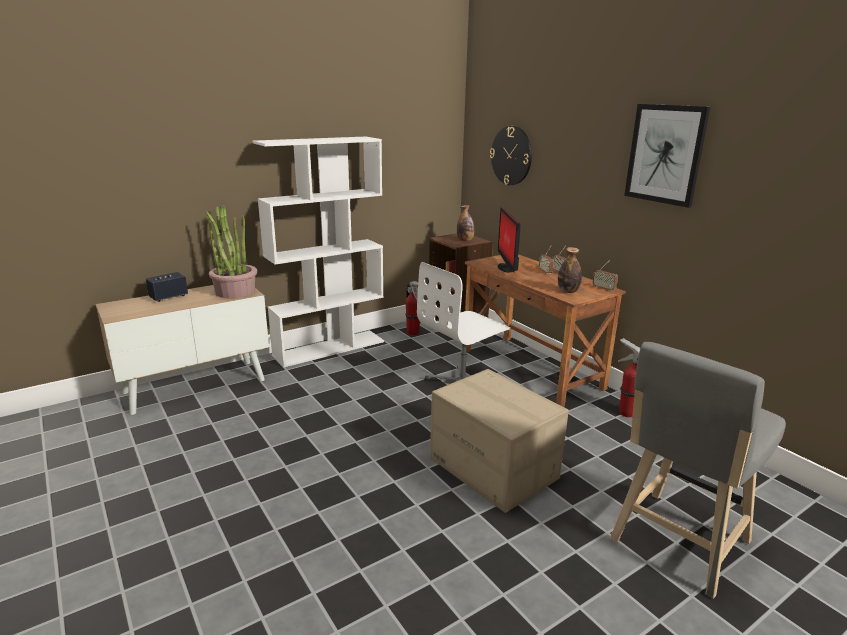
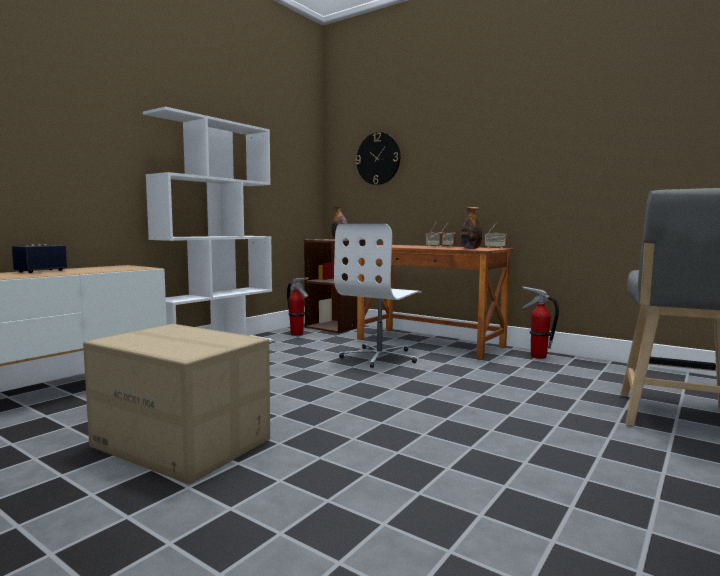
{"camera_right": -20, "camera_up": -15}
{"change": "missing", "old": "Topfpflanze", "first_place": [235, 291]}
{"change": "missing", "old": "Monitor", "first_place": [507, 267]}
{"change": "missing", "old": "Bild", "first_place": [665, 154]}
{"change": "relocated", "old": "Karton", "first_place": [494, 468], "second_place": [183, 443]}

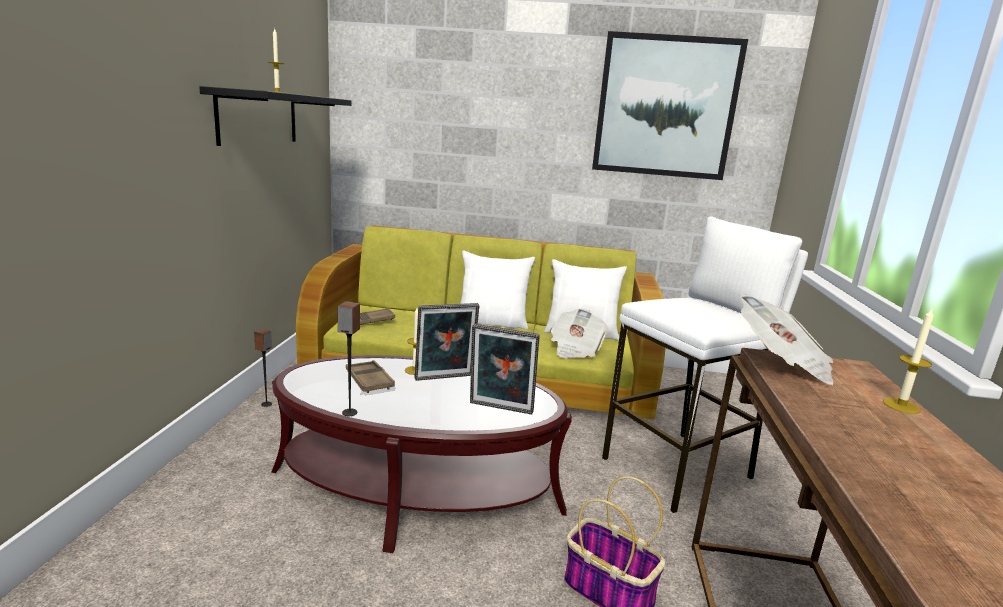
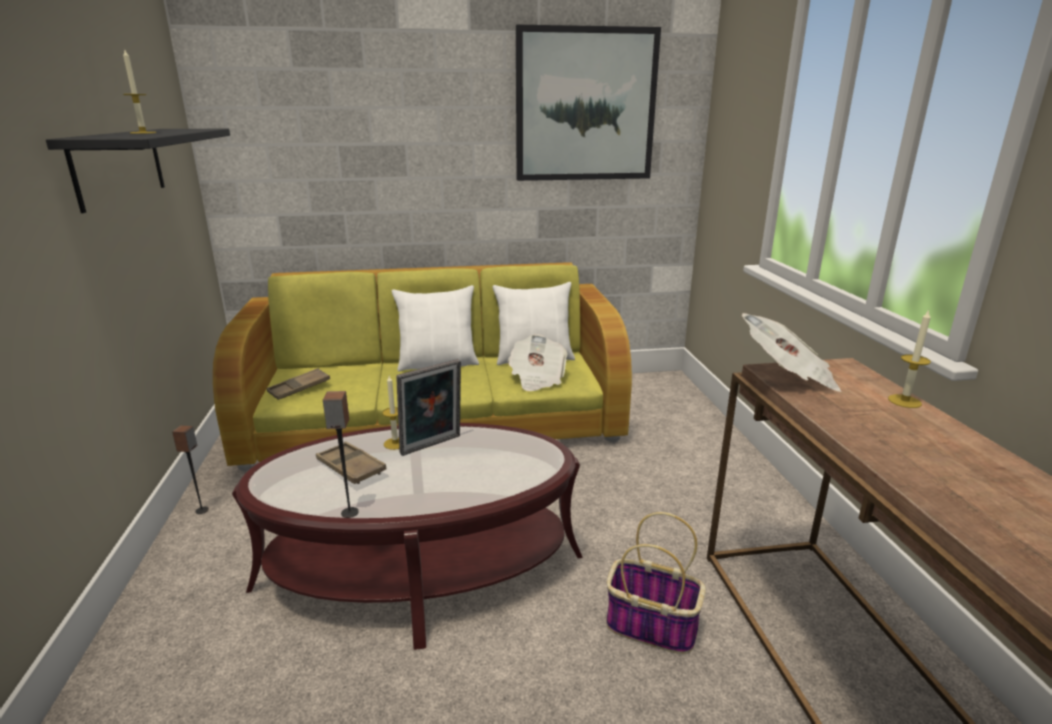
{"camera_right": -15, "camera_up": 5}
{"change": "missing", "old": "Bilderrahmen", "first_place": [500, 409]}
{"change": "missing", "old": "Hocker [weiß]", "first_place": [678, 469]}

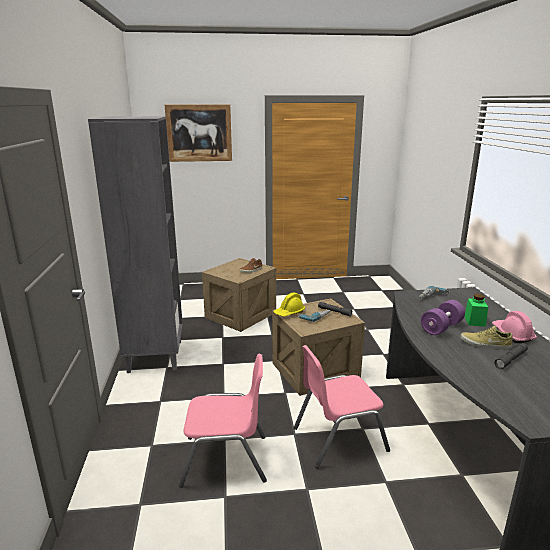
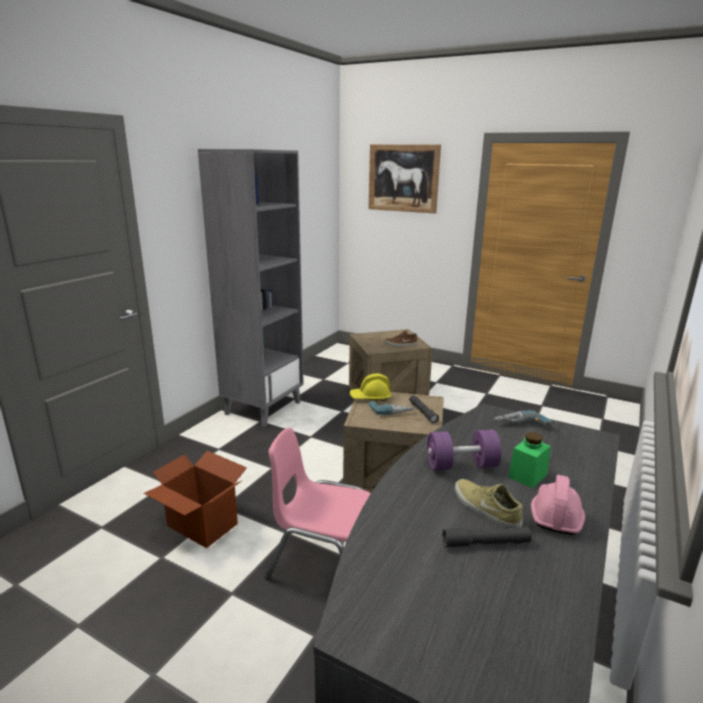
{"camera_right": 35, "camera_up": 0}
{"change": "exchanged", "old": "Stuhl [rosa]", "new": "Karton", "first_place": [225, 460], "second_place": [202, 525]}

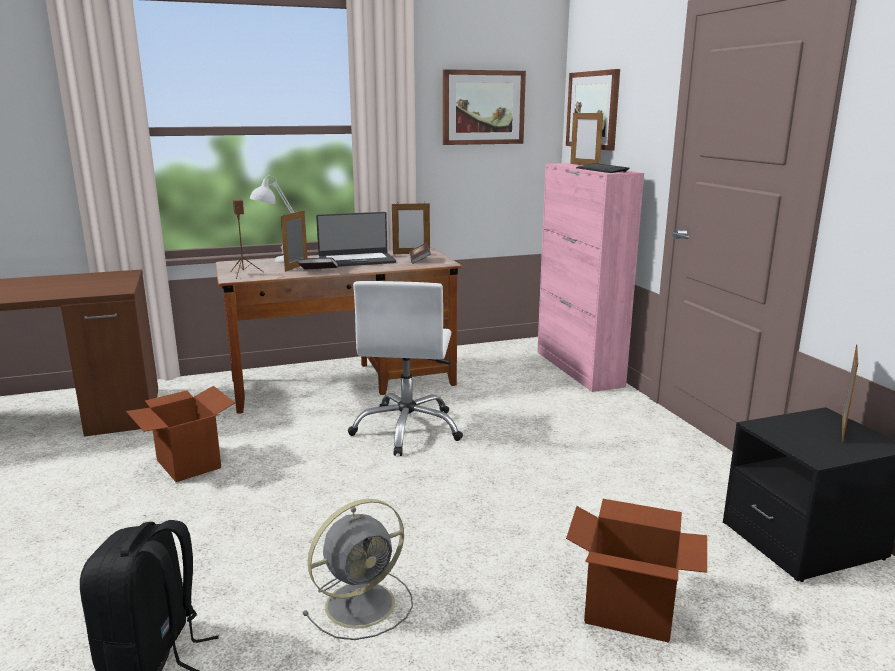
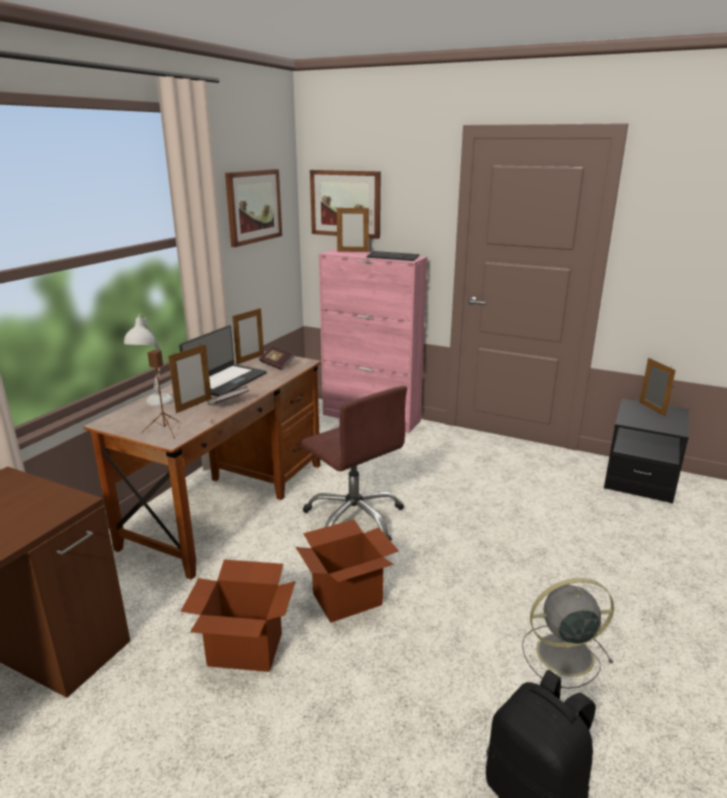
{"camera_right": -45, "camera_up": 5}
{"change": "relocated", "old": "Karton", "first_place": [630, 611], "second_place": [347, 599]}
{"change": "colour", "old": "Bürostuhl [weiß]", "new": "Bürostuhl [braun]", "first_place": [408, 429], "second_place": [354, 518]}
{"change": "spun", "old": "Bilderrahmen", "first_place": [296, 267], "second_place": [194, 405], "degrees": -120}
{"change": "spun", "old": "Ventilator [grau]", "first_place": [363, 603], "second_place": [562, 654], "degrees": -105}

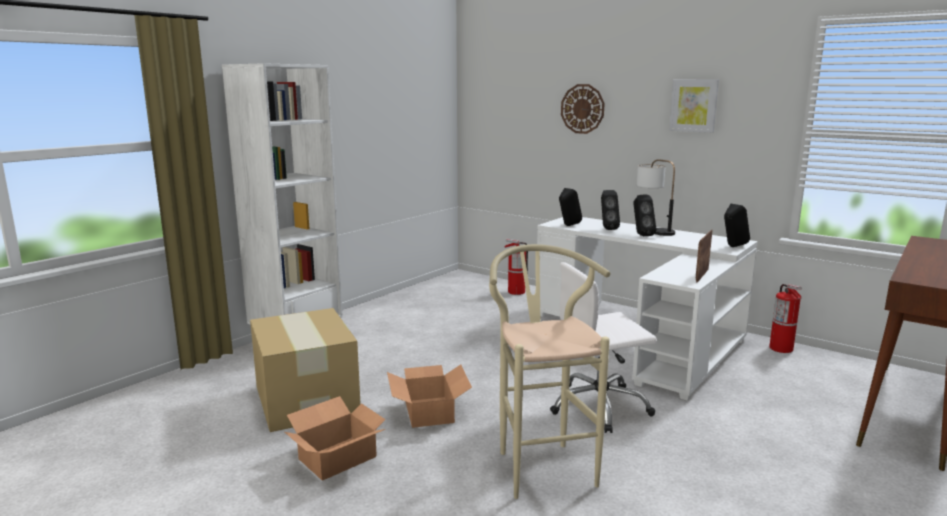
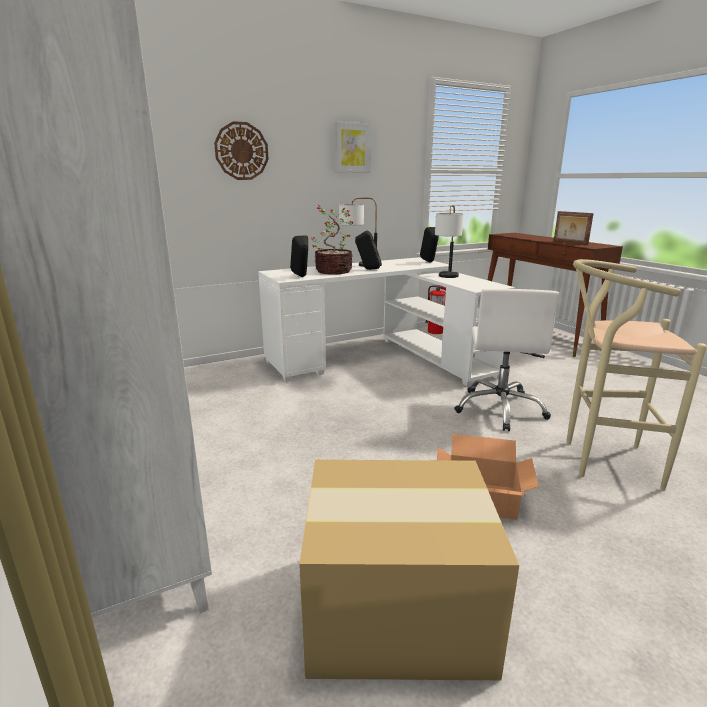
{"camera_right": -65, "camera_up": 5}
{"change": "missing", "old": "Karton", "first_place": [336, 458]}
{"change": "missing", "old": "Feuerlöscher", "first_place": [516, 292]}
{"change": "appeared", "new": "Tischlampe", "second_place": [446, 277]}
{"change": "relocated", "old": "Bilderrahmen", "first_place": [701, 275], "second_place": [569, 243]}
{"change": "exchanged", "old": "Lautsprecher [schwarz]", "new": "Topfpflanze", "first_place": [607, 229], "second_place": [332, 271]}

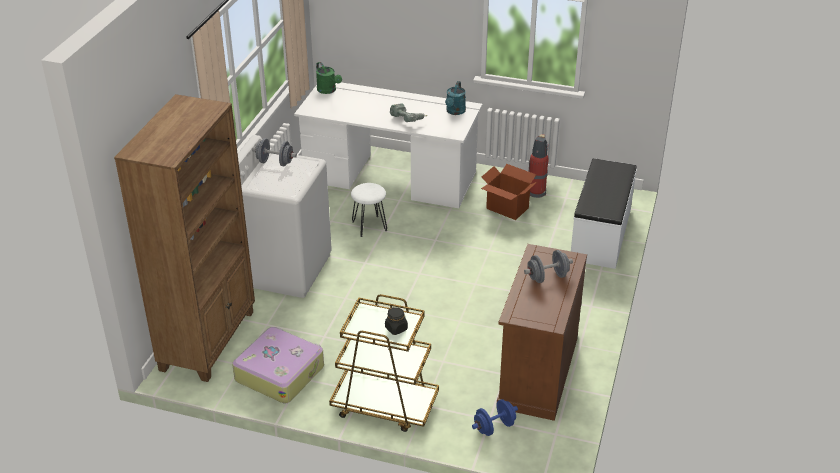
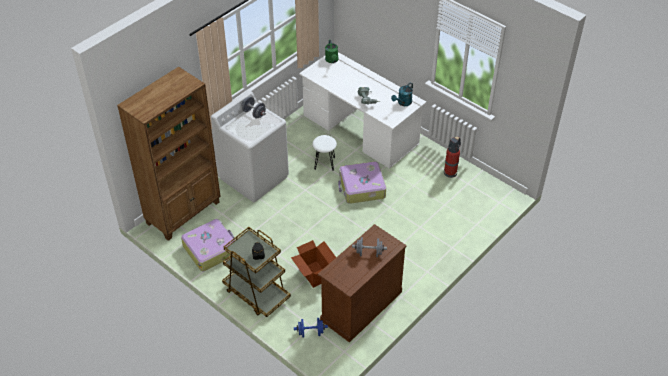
{"camera_right": 25, "camera_up": 10}
{"change": "missing", "old": "Bank [weiß]", "first_place": [601, 234]}
{"change": "appeared", "new": "Koffer", "second_place": [361, 188]}
{"change": "relocated", "old": "Karton", "first_place": [507, 208], "second_place": [314, 274]}

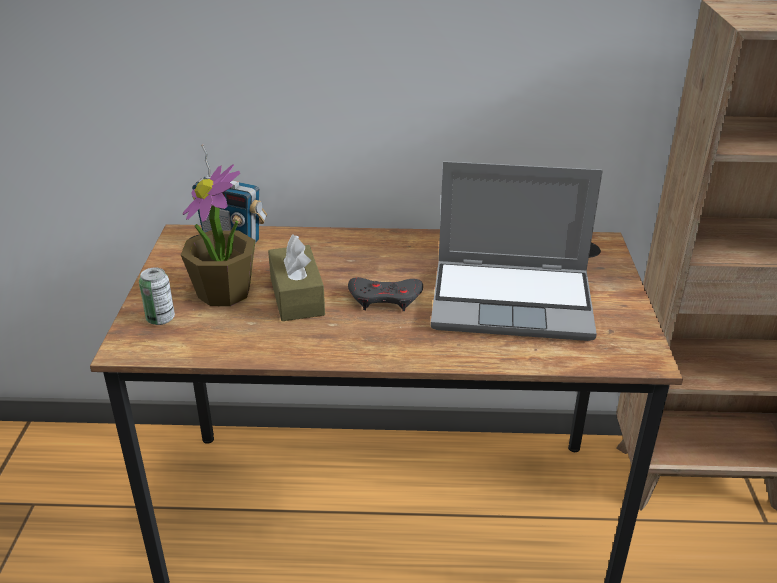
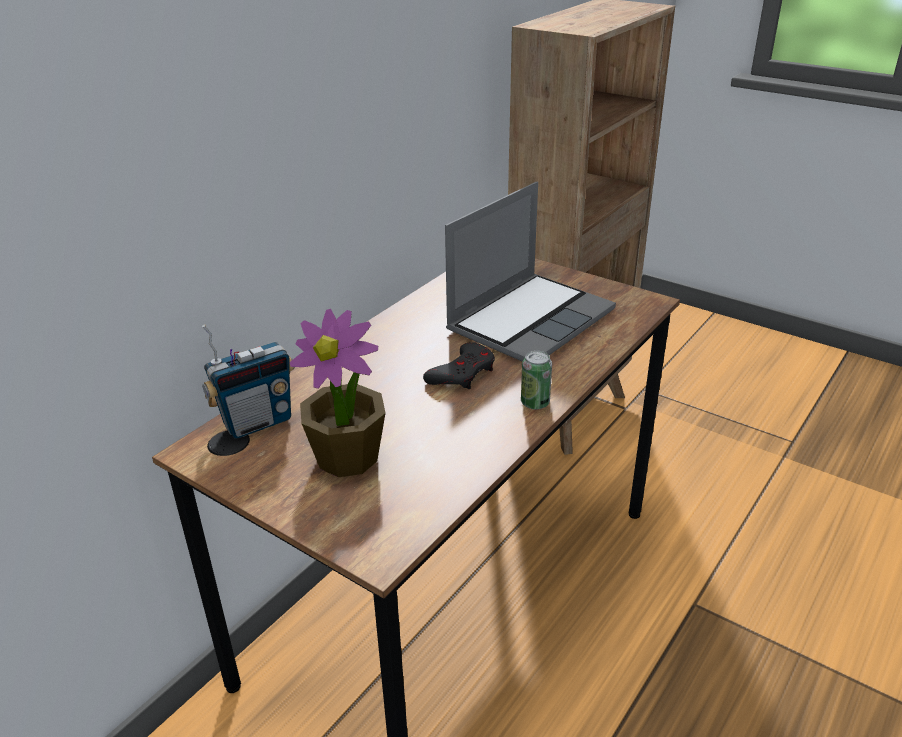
{"camera_right": -55, "camera_up": 0}
{"change": "missing", "old": "Taschentuchbox [braun]", "first_place": [297, 296]}
{"change": "relocated", "old": "Dose", "first_place": [160, 319], "second_place": [535, 403]}

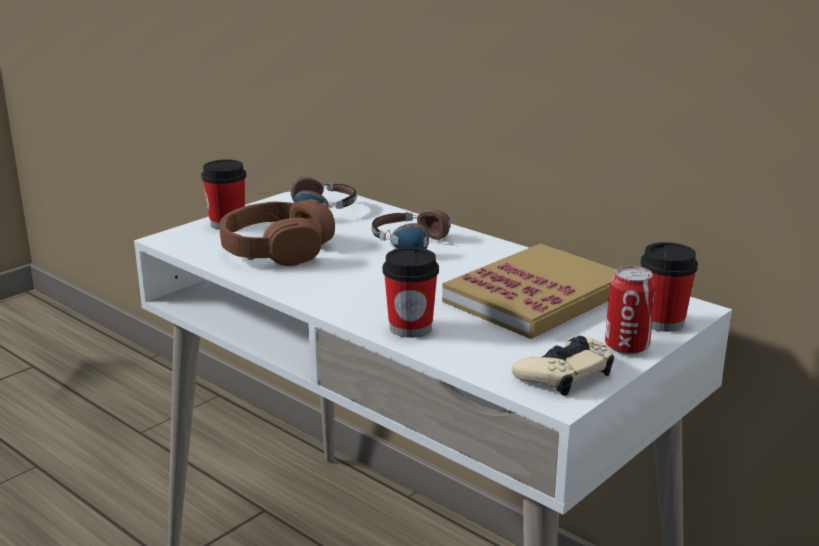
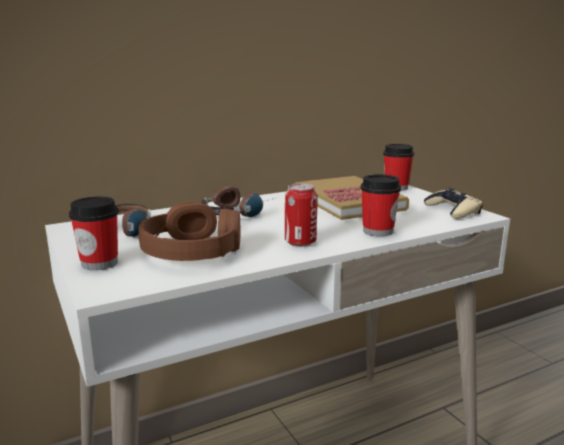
{"camera_right": -70, "camera_up": -5}
{"change": "relocated", "old": "Dose", "first_place": [626, 346], "second_place": [300, 242]}

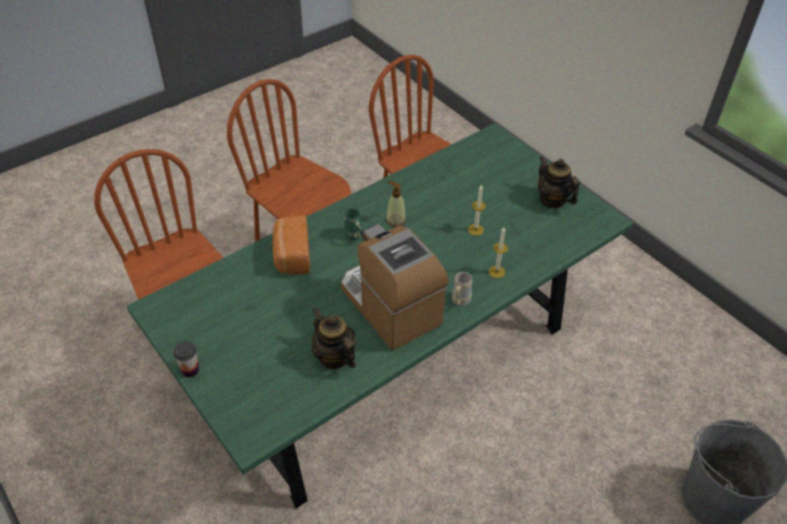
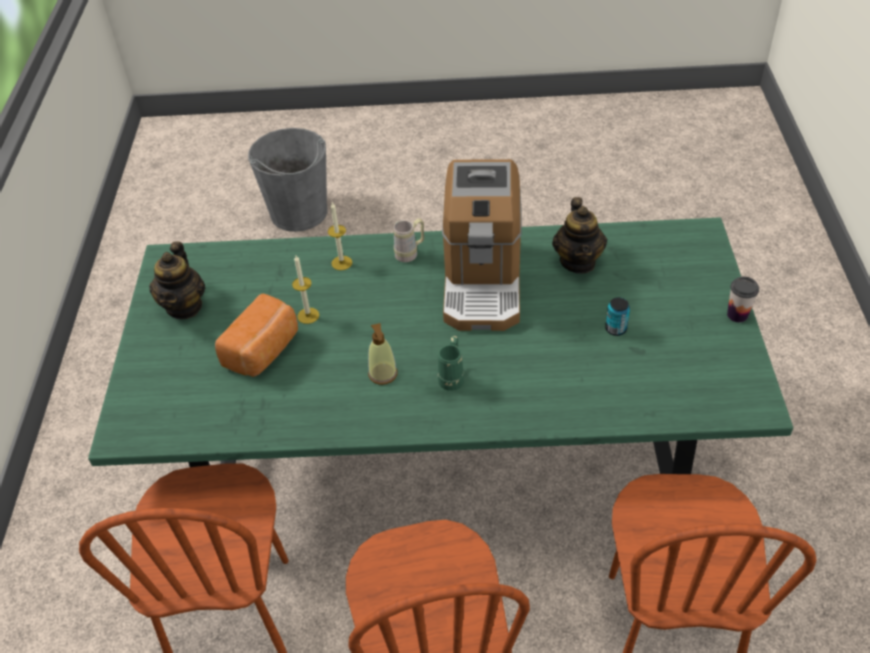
{"camera_right": -140, "camera_up": 0}
{"change": "appeared", "new": "Dose", "second_place": [615, 329]}
{"change": "relocated", "old": "Brot", "first_place": [291, 256], "second_place": [264, 351]}

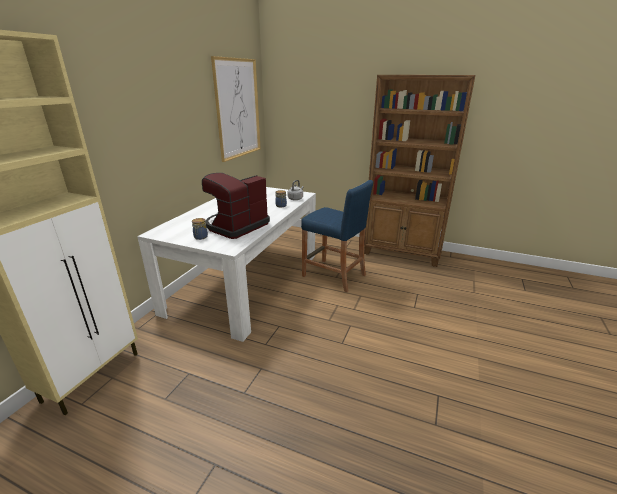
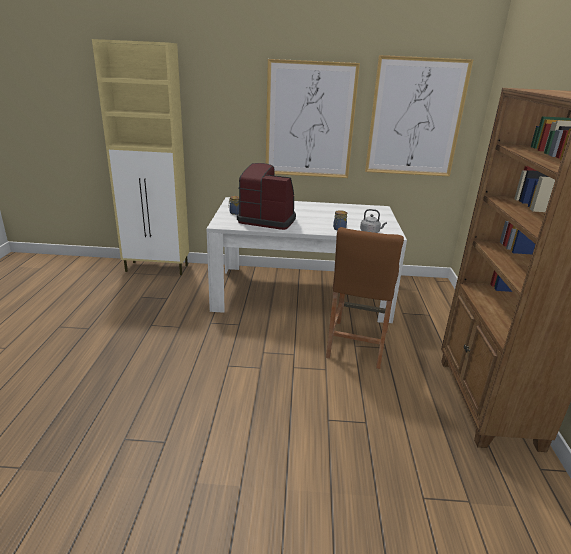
{"camera_right": 70, "camera_up": 0}
{"change": "appeared", "new": "Bild", "second_place": [309, 121]}
{"change": "colour", "old": "Hocker [blau]", "new": "Hocker [braun]", "first_place": [334, 275], "second_place": [357, 343]}

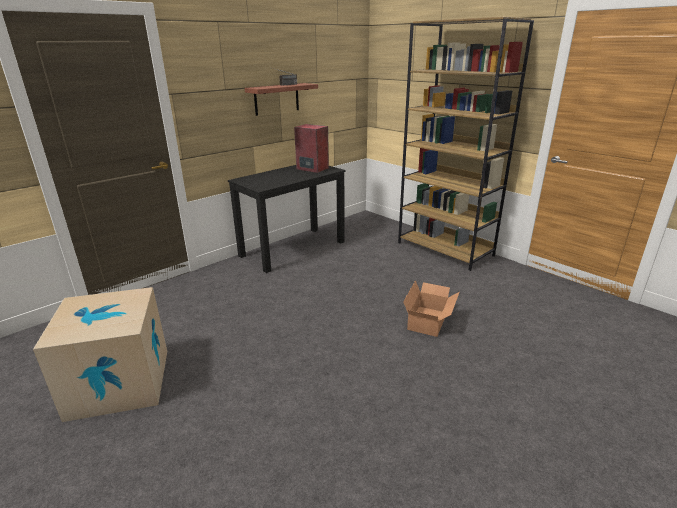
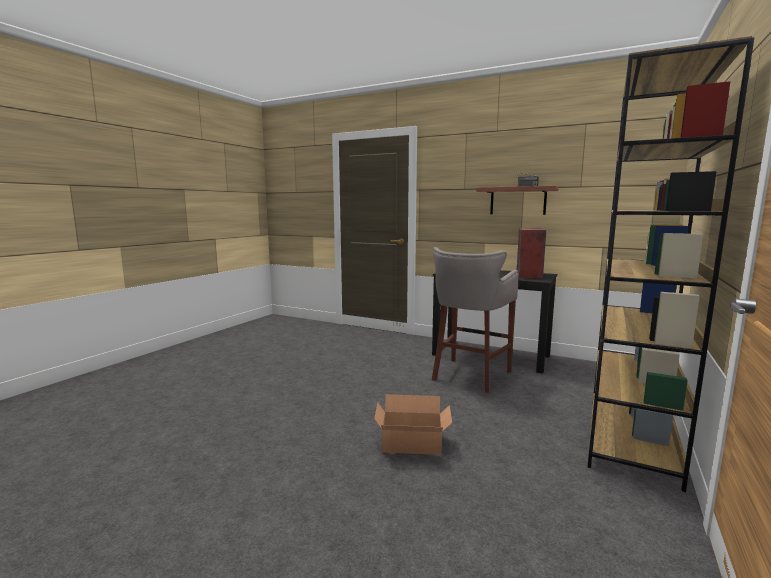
{"camera_right": 70, "camera_up": -15}
{"change": "missing", "old": "Karton", "first_place": [120, 383]}
{"change": "appeared", "new": "Hocker [grau]", "second_place": [469, 376]}

